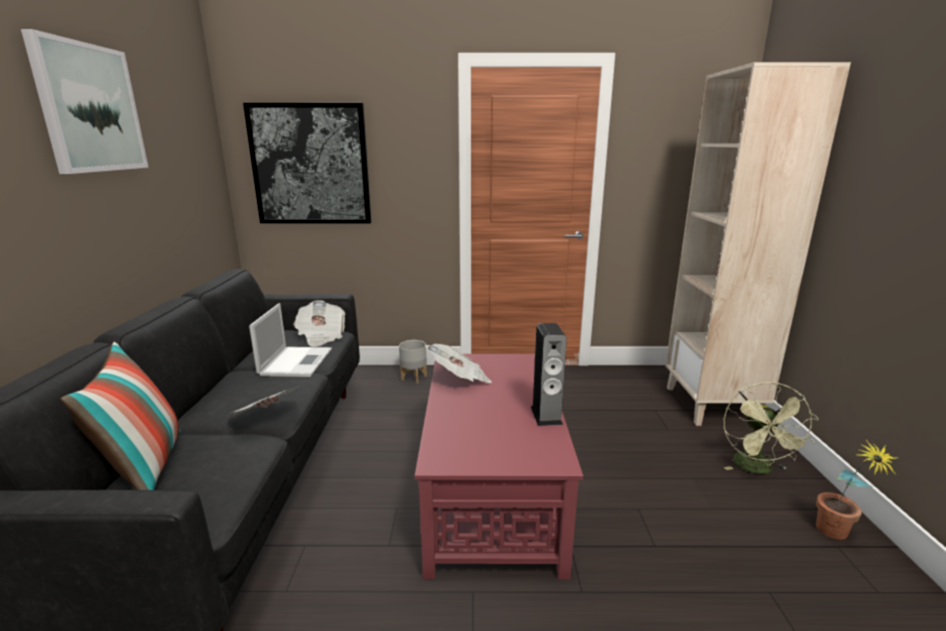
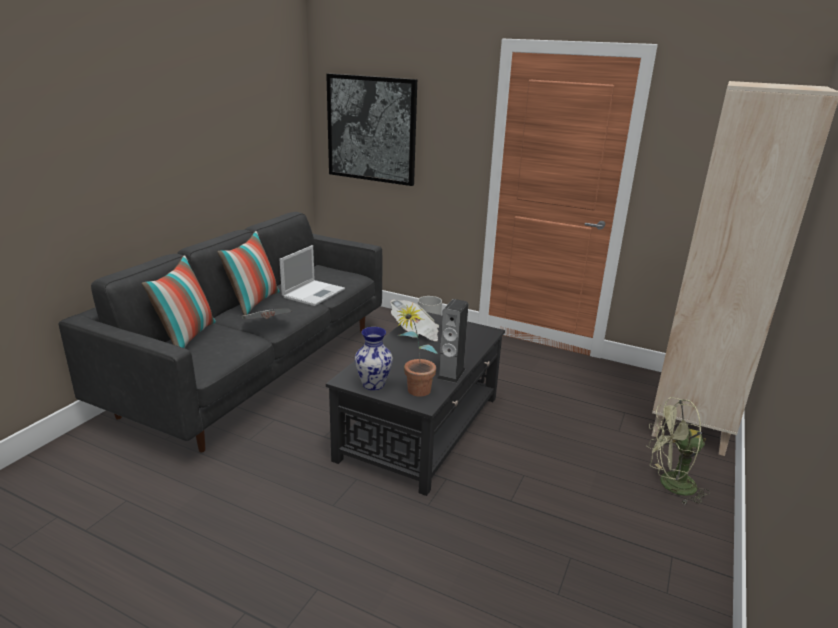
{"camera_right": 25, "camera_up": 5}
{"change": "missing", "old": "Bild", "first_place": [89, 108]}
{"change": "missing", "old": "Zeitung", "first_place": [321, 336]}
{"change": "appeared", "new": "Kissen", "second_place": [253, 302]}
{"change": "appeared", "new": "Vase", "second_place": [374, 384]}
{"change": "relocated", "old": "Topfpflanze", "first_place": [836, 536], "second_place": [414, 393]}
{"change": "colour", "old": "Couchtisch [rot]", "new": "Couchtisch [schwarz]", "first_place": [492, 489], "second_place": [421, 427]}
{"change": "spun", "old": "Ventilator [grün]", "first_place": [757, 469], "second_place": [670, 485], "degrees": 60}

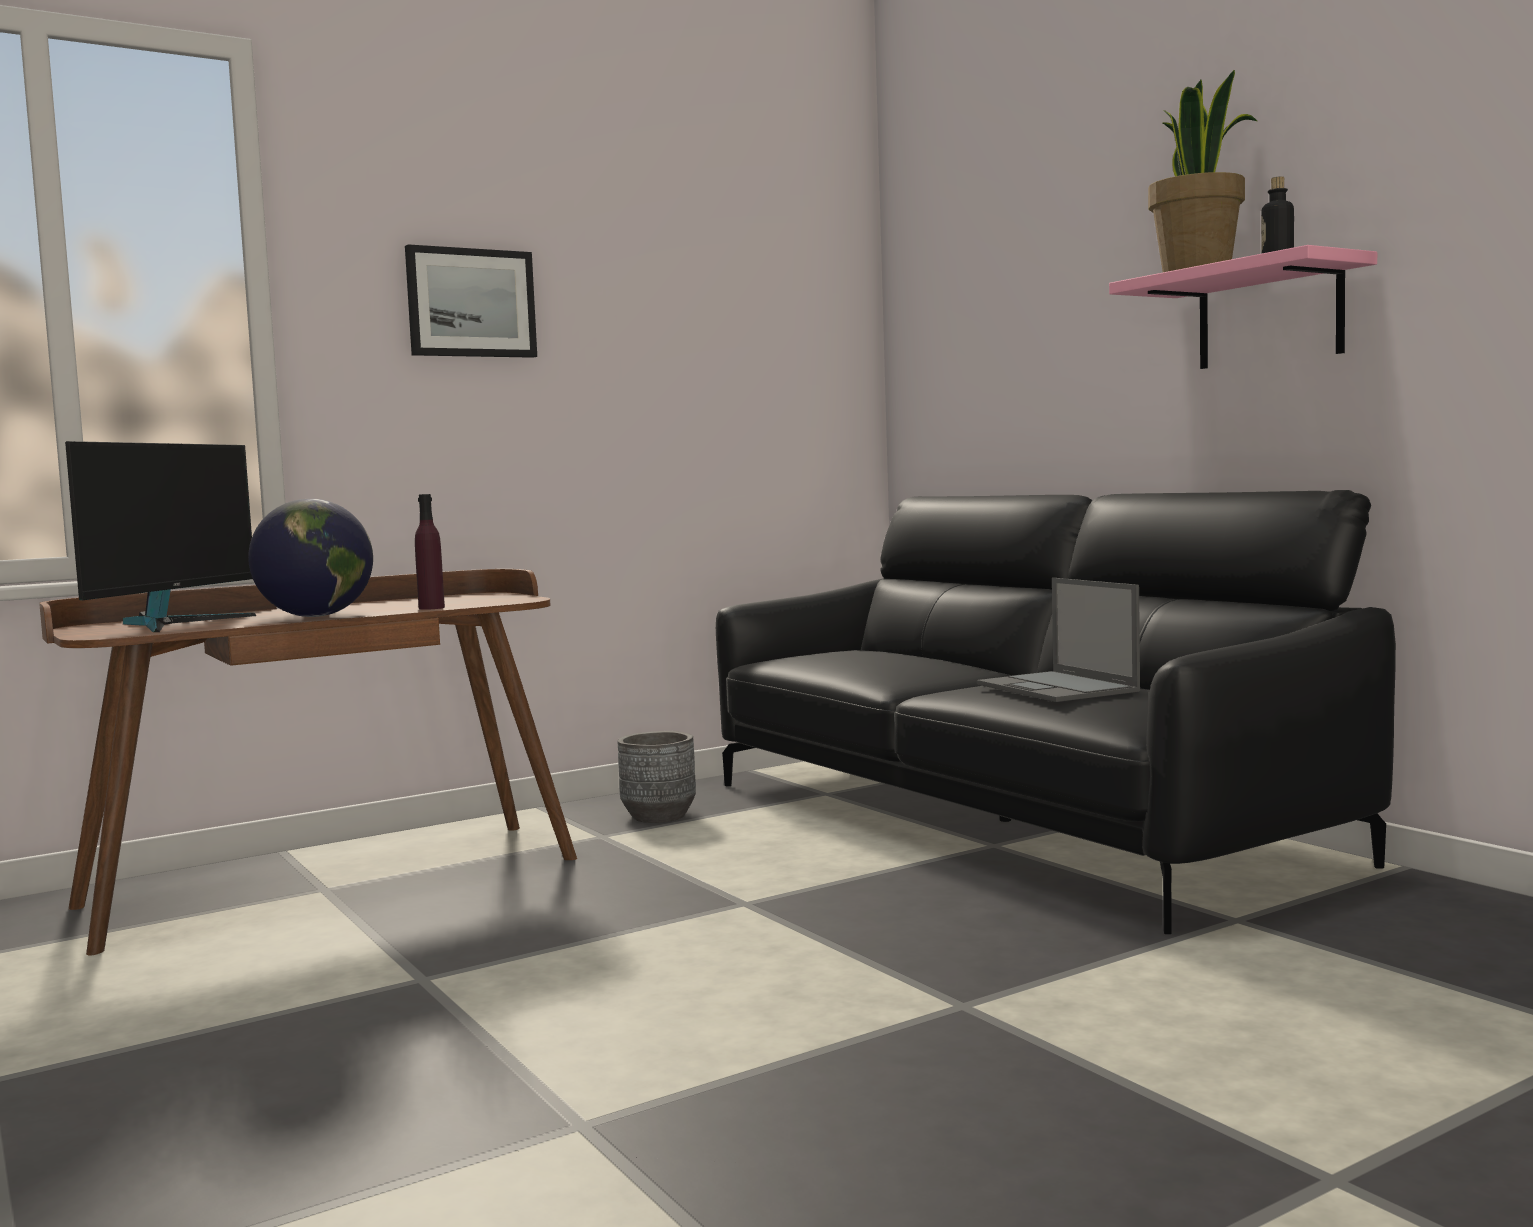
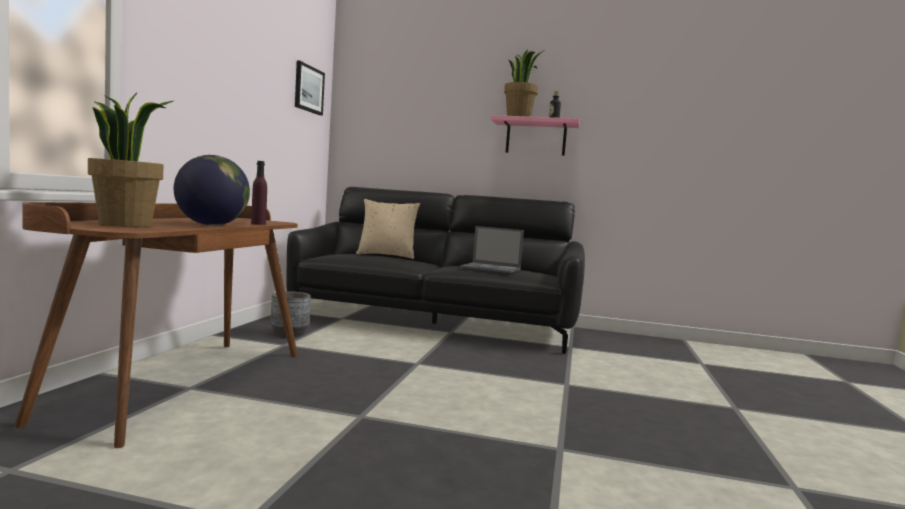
{"camera_right": -45, "camera_up": 0}
{"change": "appeared", "new": "Kissen [beige]", "second_place": [386, 255]}
{"change": "relocated", "old": "Bild", "first_place": [471, 303], "second_place": [308, 89]}
{"change": "exchanged", "old": "Monitor", "new": "Topfpflanze", "first_place": [172, 623], "second_place": [126, 225]}

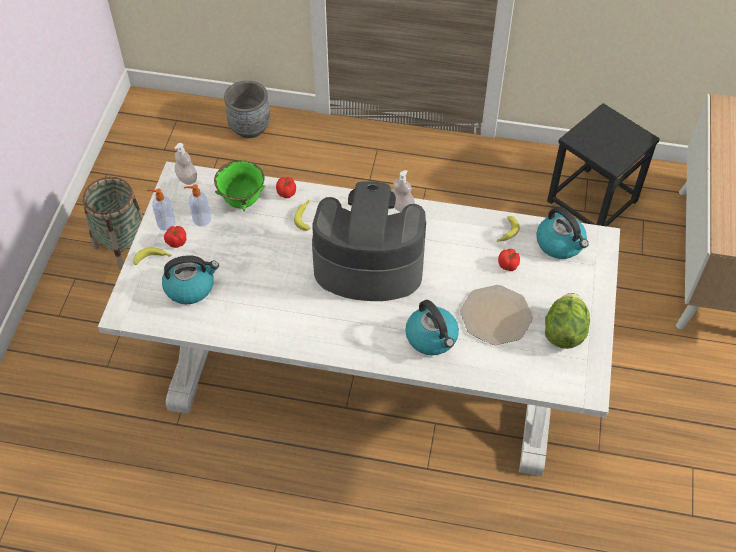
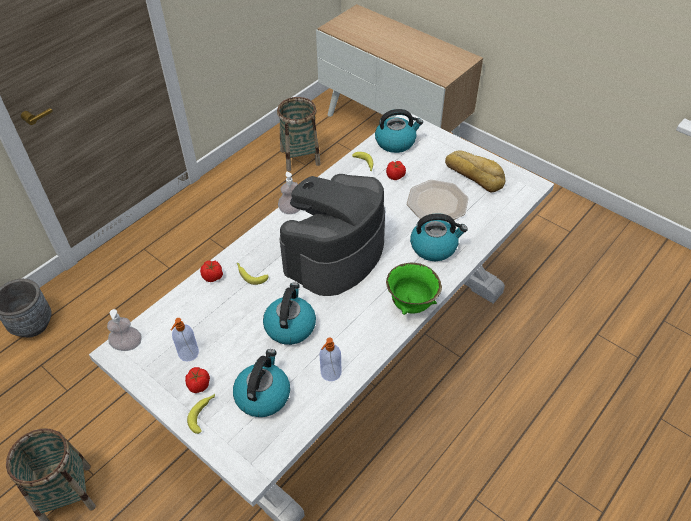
{"camera_right": -60, "camera_up": -5}
{"change": "appeared", "new": "Wasserkessel", "second_place": [290, 326]}
{"change": "relocated", "old": "Seifenspender", "first_place": [165, 223], "second_place": [330, 373]}
{"change": "relocated", "old": "Schüssel [grün]", "first_place": [242, 201], "second_place": [411, 305]}
{"change": "exchanged", "old": "Salatkopf", "new": "Brot", "first_place": [564, 332], "second_place": [474, 174]}
{"change": "exchanged", "old": "Hocker [schwarz]", "new": "Korb", "first_place": [591, 200], "second_place": [300, 157]}

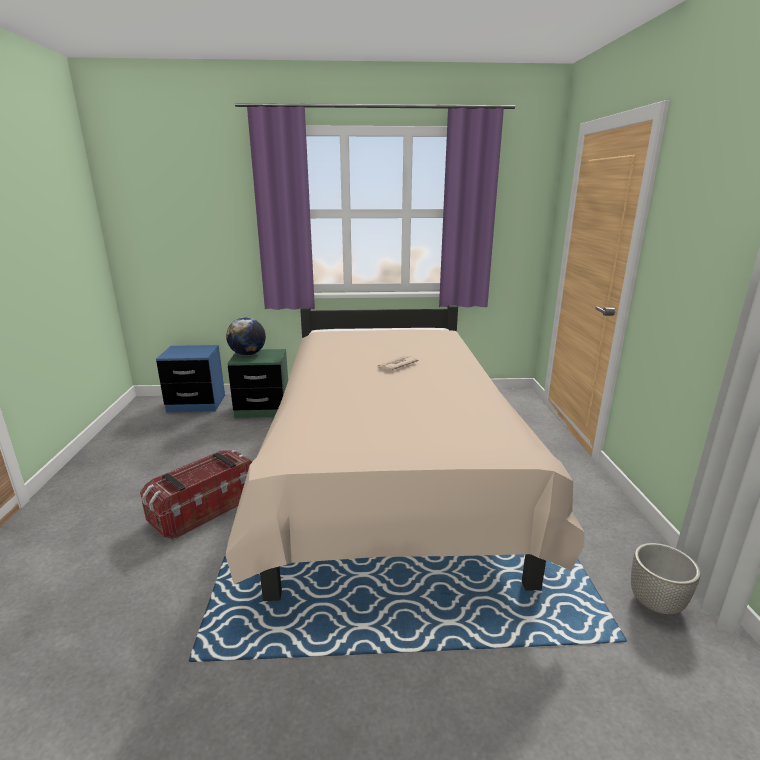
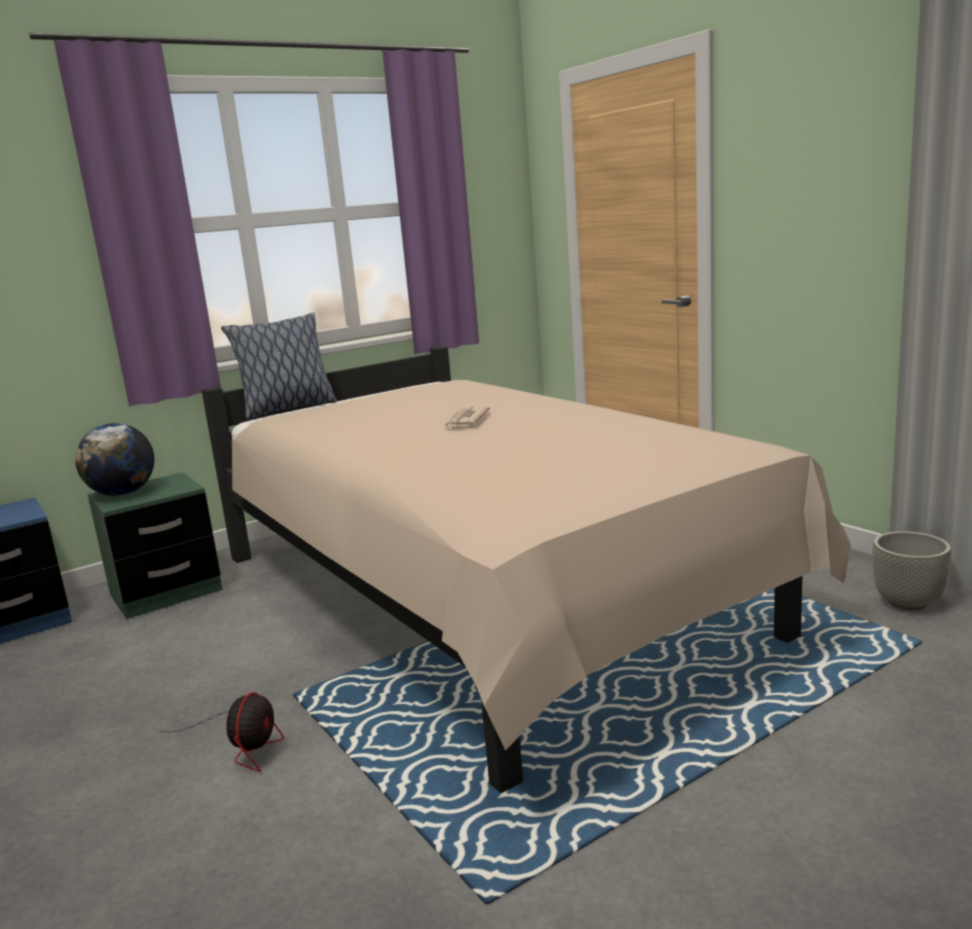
{"camera_right": -30, "camera_up": -5}
{"change": "appeared", "new": "Kissen", "second_place": [287, 409]}
{"change": "exchanged", "old": "Aufbewahrungsbox", "new": "Ventilator", "first_place": [204, 509], "second_place": [246, 743]}

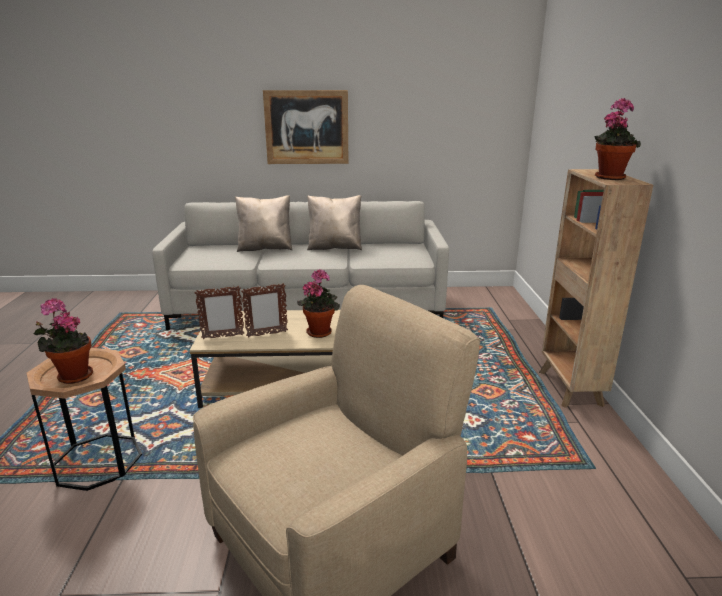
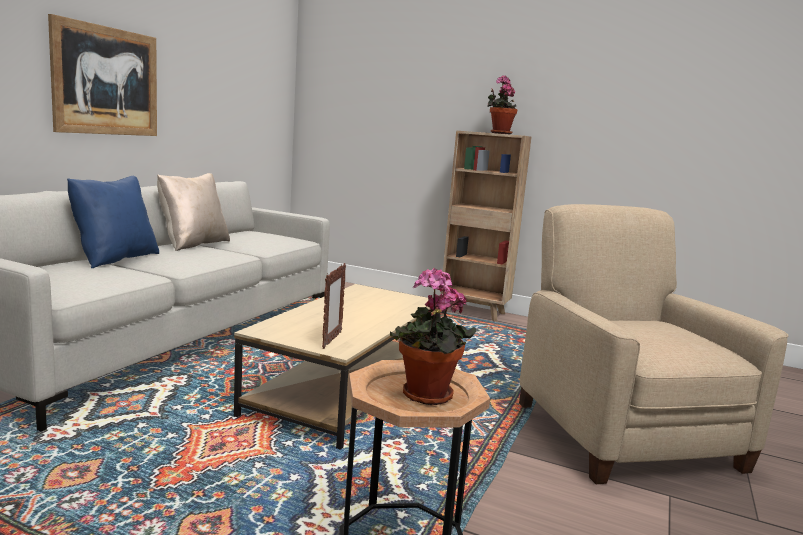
{"camera_right": -65, "camera_up": -10}
{"change": "missing", "old": "Bilderrahmen", "first_place": [267, 334]}
{"change": "missing", "old": "Topfpflanze", "first_place": [320, 331]}
{"change": "colour", "old": "Kissen [beige]", "new": "Kissen [blau]", "first_place": [265, 248], "second_place": [115, 259]}

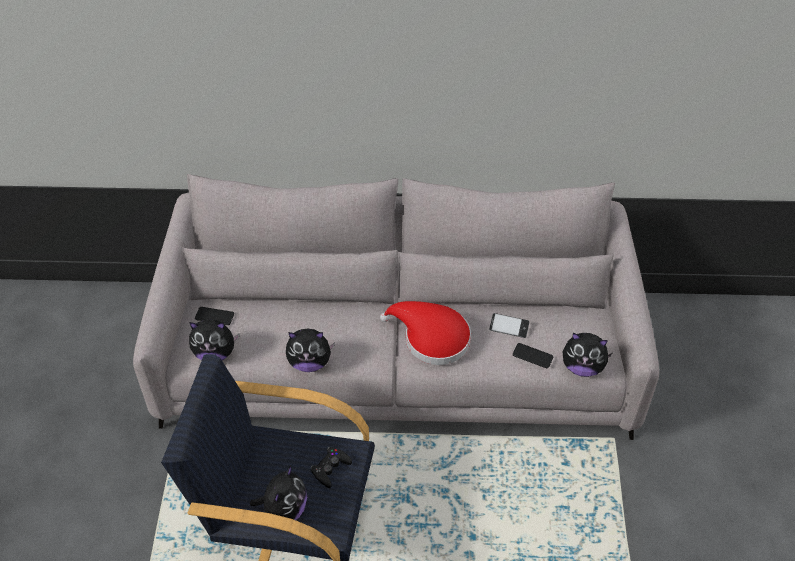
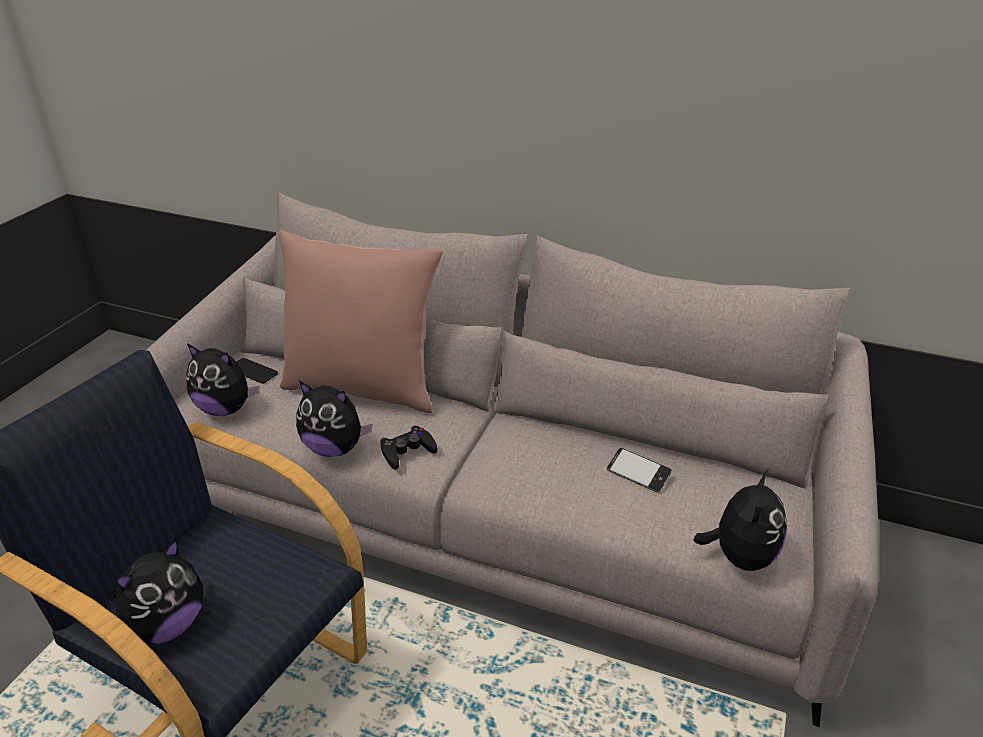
{"camera_right": 20, "camera_up": -15}
{"change": "missing", "old": "Hut [rot]", "first_place": [431, 338]}
{"change": "missing", "old": "Handy", "first_place": [532, 356]}
{"change": "appeared", "new": "Kissen [rosa]", "second_place": [363, 387]}
{"change": "relocated", "old": "Gamepad [schwarz]", "first_place": [330, 468], "second_place": [407, 451]}
{"change": "spun", "old": "Plüschtier", "first_place": [582, 367], "second_place": [739, 556], "degrees": -105}

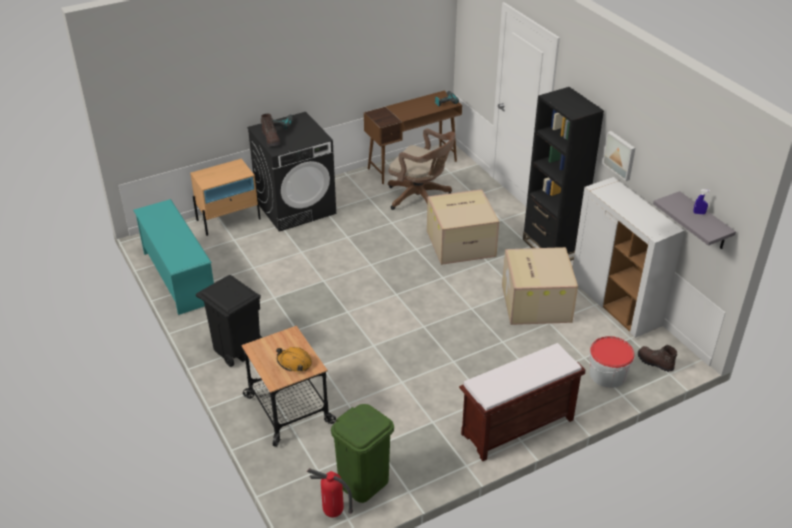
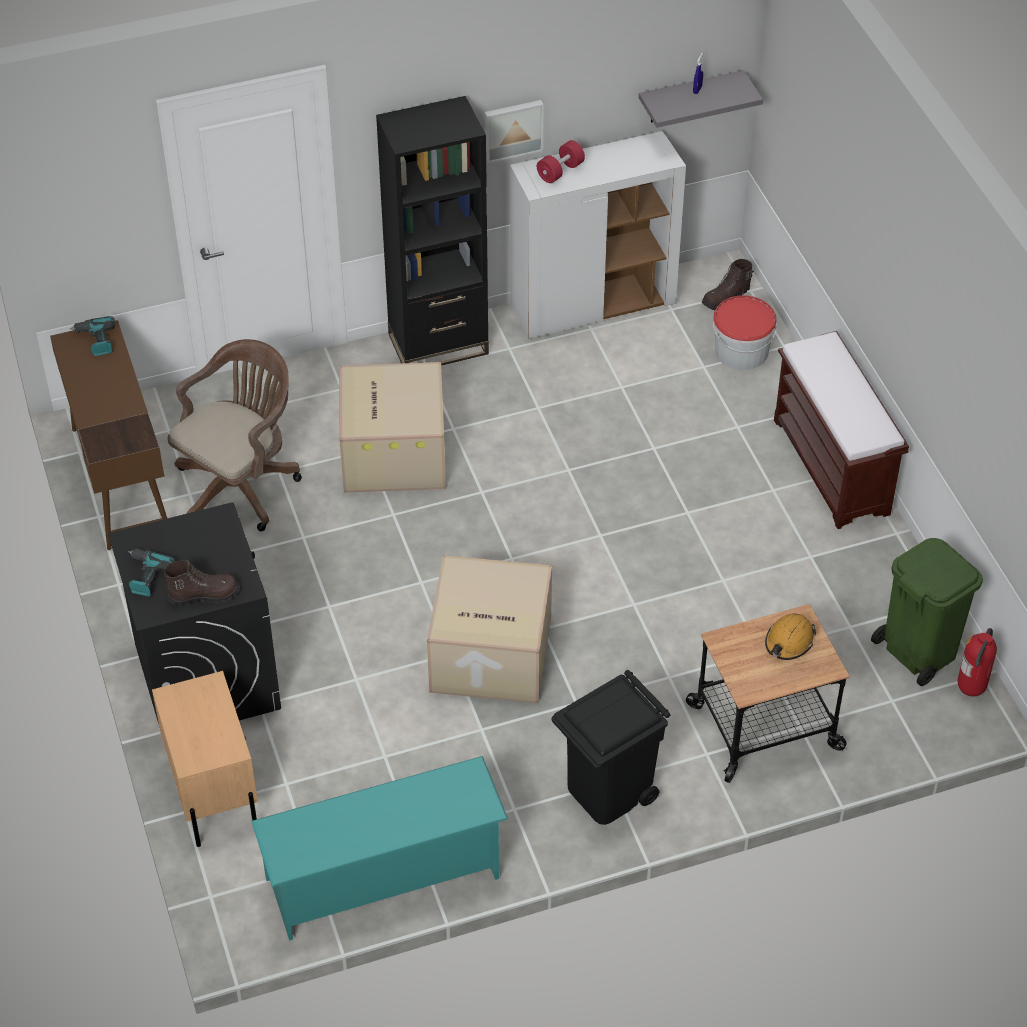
{"camera_right": -80, "camera_up": 10}
{"change": "appeared", "new": "Hantel [rot]", "second_place": [560, 171]}
{"change": "relocated", "old": "Karton", "first_place": [535, 302], "second_place": [488, 655]}

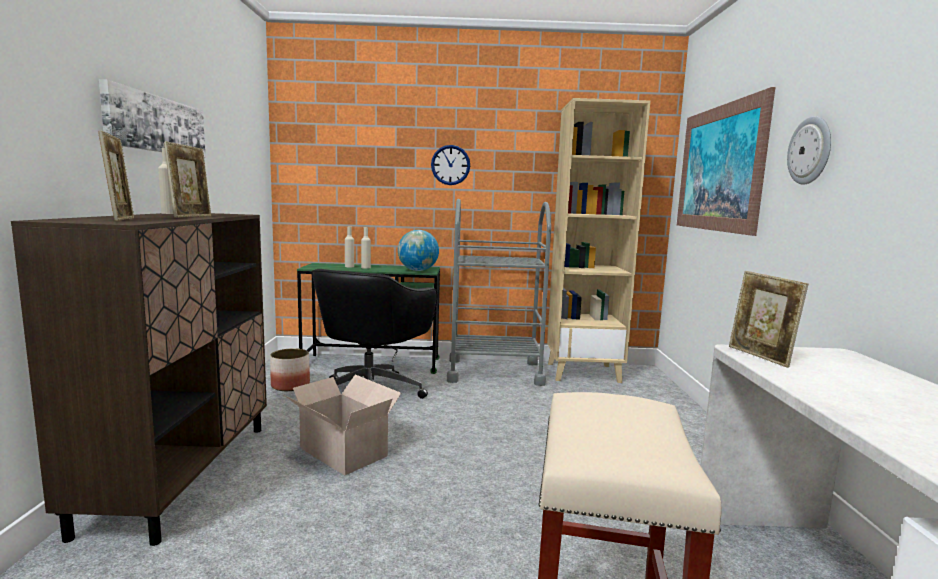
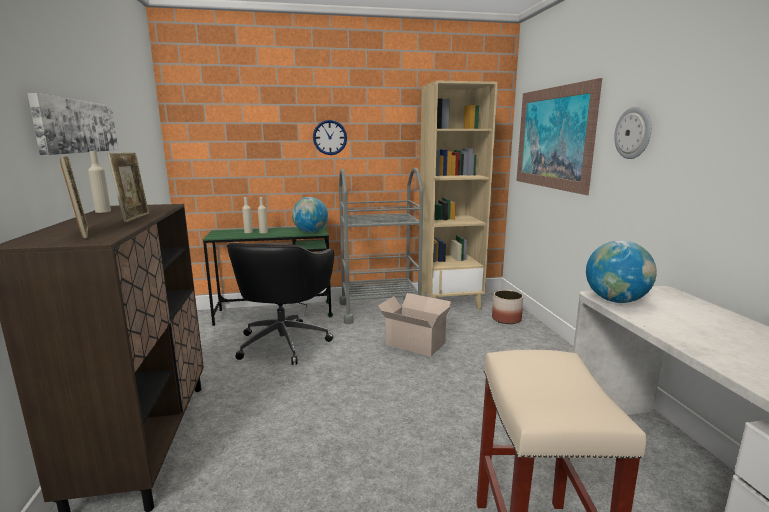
{"camera_right": -10, "camera_up": 5}
{"change": "relocated", "old": "Pflanzkübel", "first_place": [290, 385], "second_place": [506, 319]}
{"change": "relocated", "old": "Karton", "first_place": [342, 451], "second_place": [414, 343]}
{"change": "exchanged", "old": "Bilderrahmen", "new": "Globus", "first_place": [760, 357], "second_place": [616, 300]}

